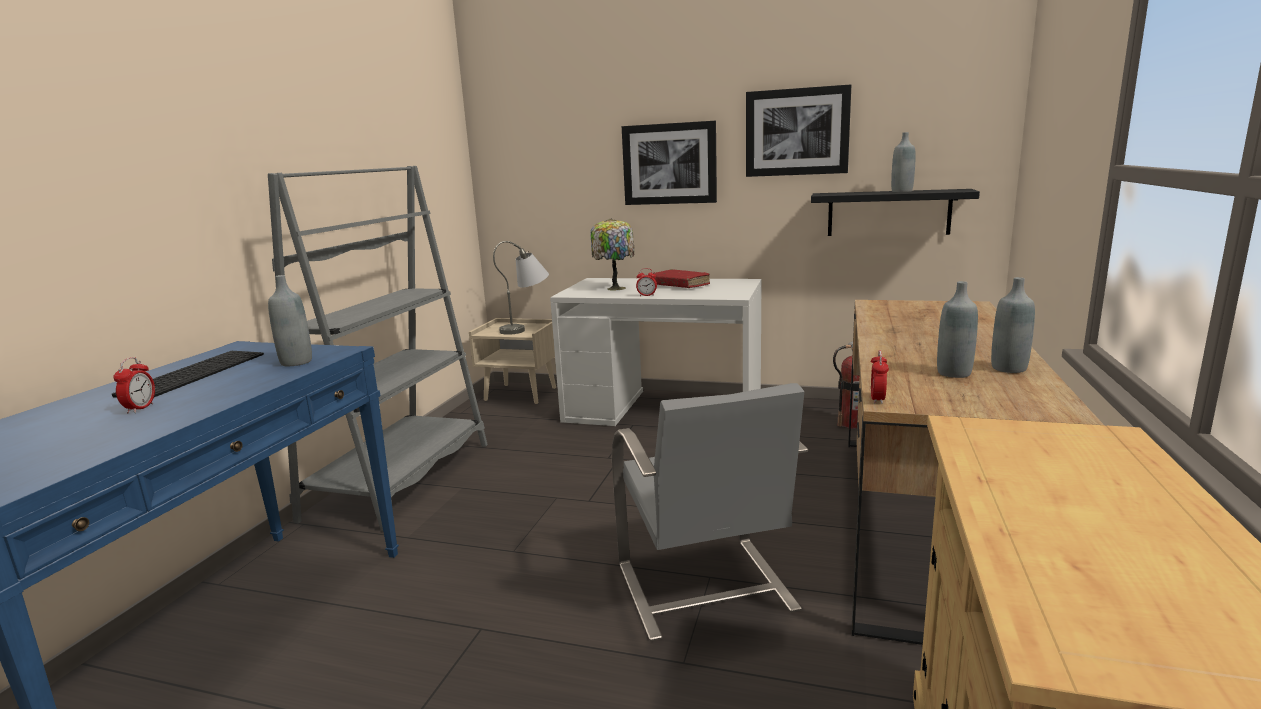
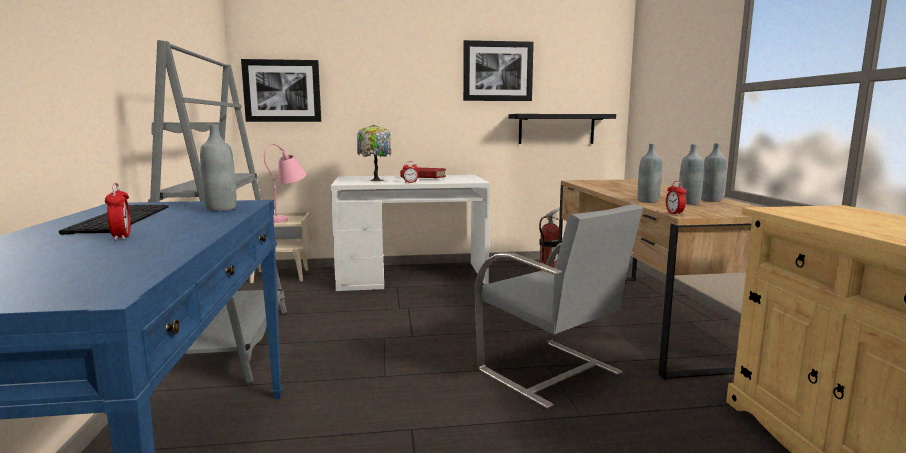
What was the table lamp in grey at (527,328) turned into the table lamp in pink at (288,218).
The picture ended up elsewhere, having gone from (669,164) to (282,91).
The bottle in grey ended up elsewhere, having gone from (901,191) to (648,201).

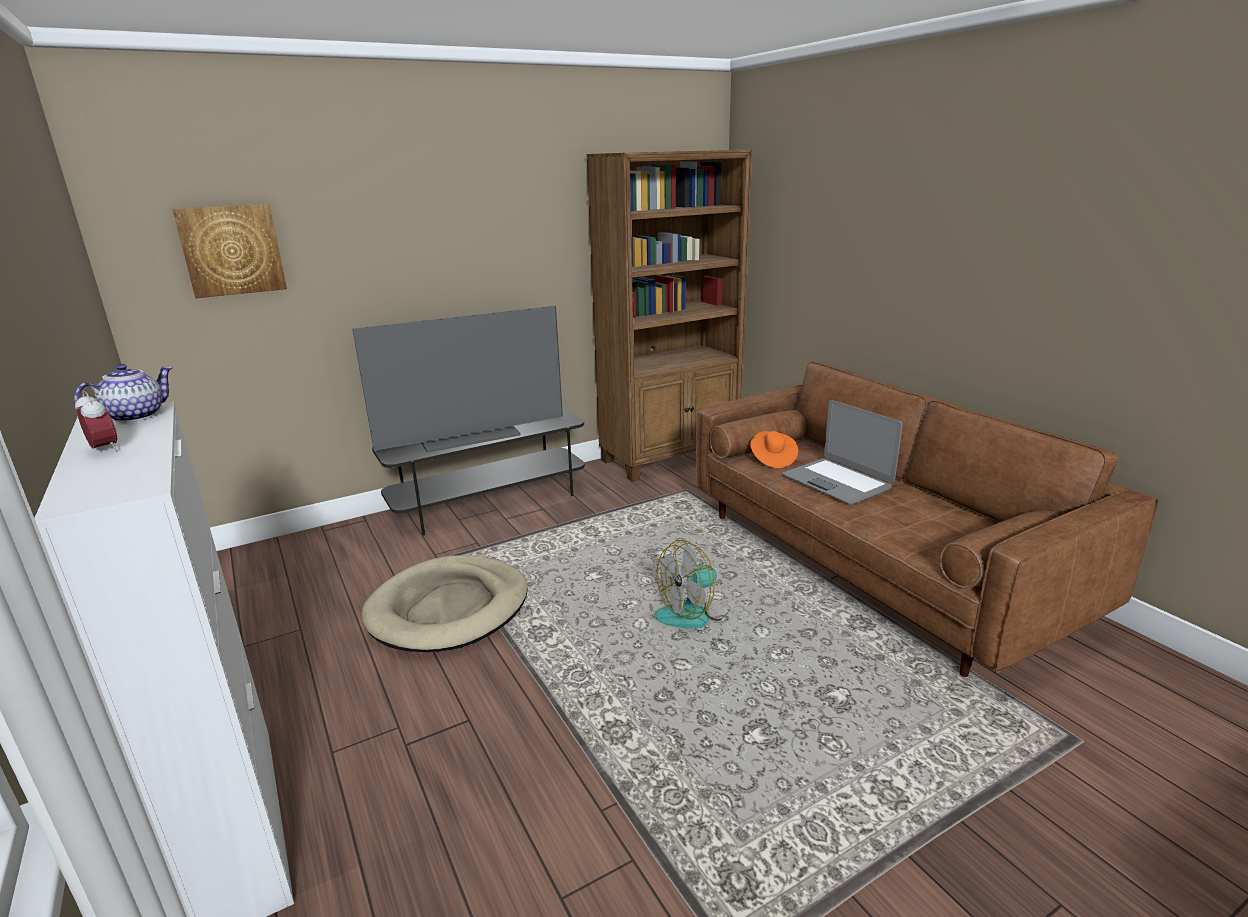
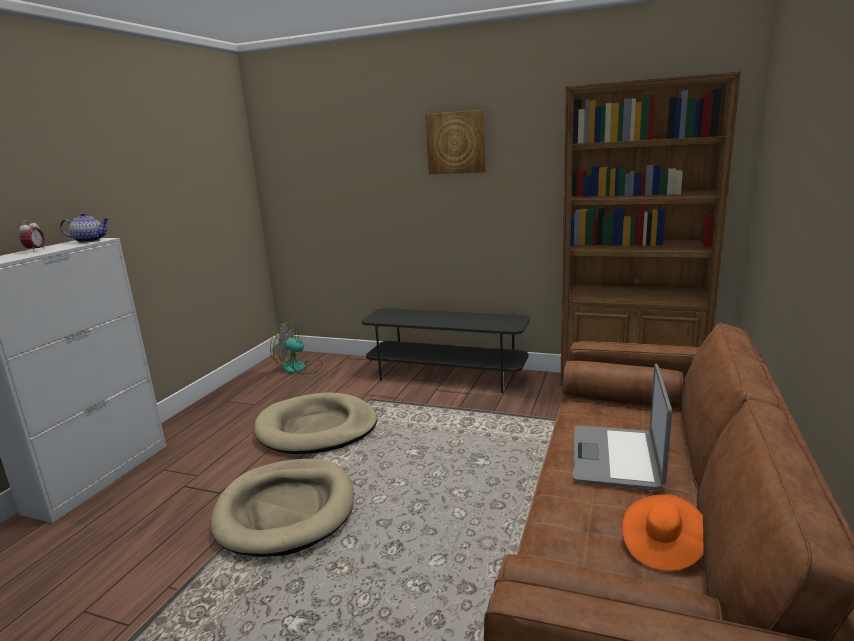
The picture ended up elsewhere, having gone from (232,250) to (456,142).
The second view lost the television at (470,436).
The fan ended up elsewhere, having gone from (693,614) to (299,368).
The hat in orange ended up elsewhere, having gone from (772,459) to (662,546).
The second view gained the dog bed in beige at (286,510).

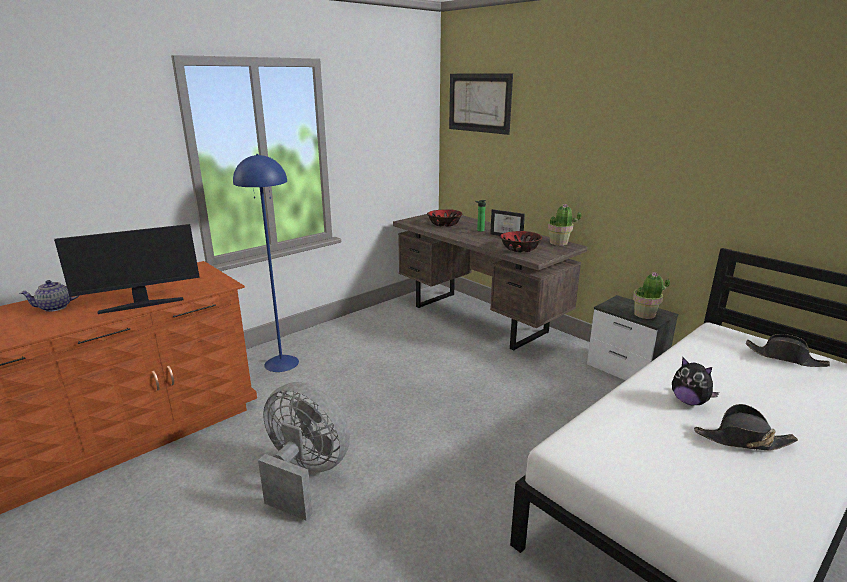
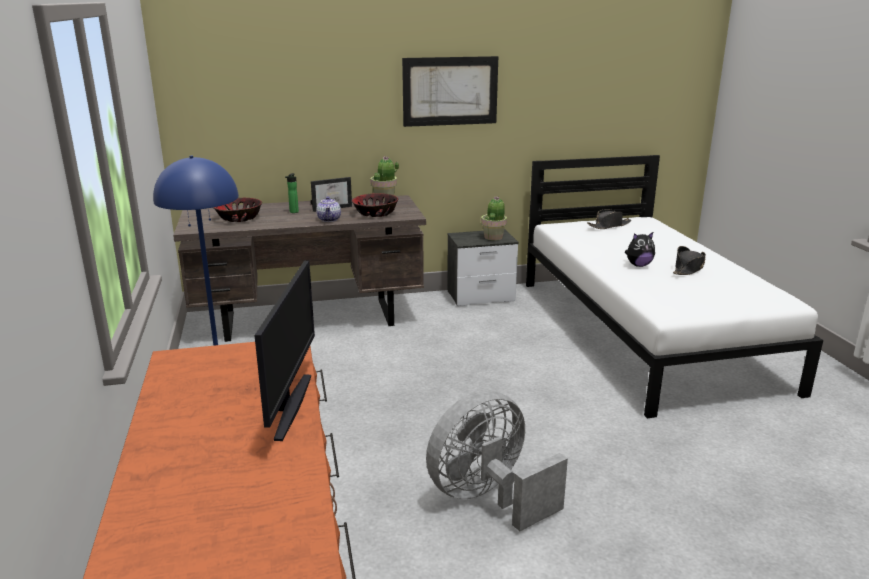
The teapot ended up elsewhere, having gone from (56,307) to (329,219).
The picture ended up elsewhere, having gone from (479,103) to (450,91).

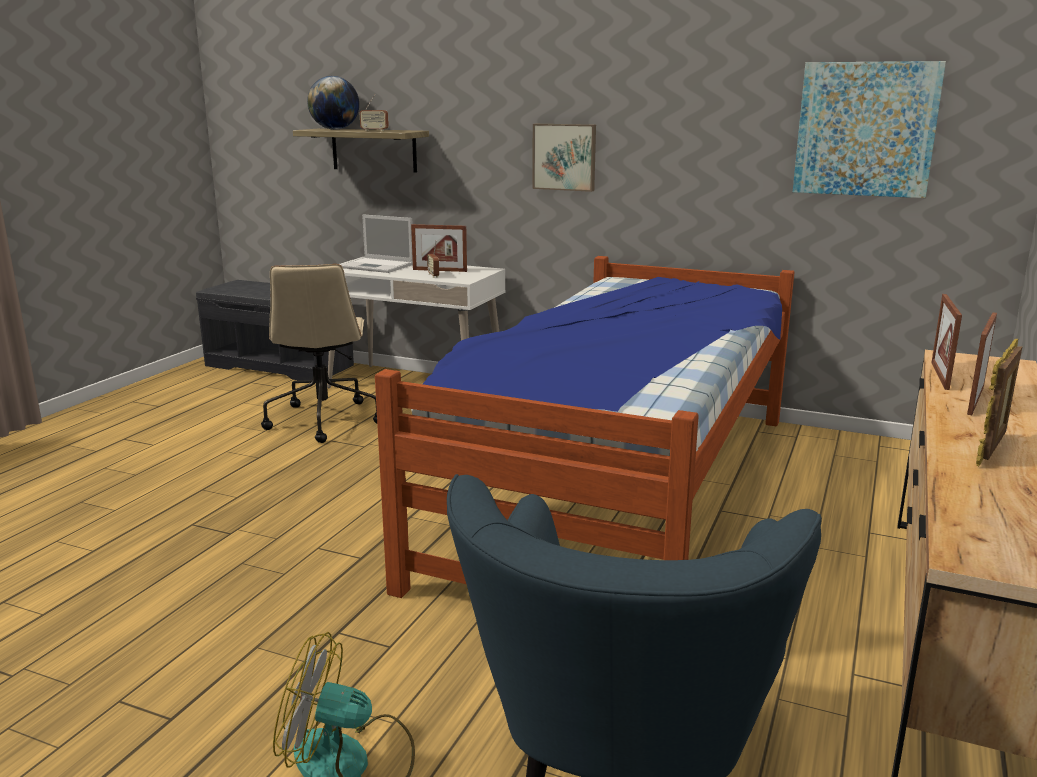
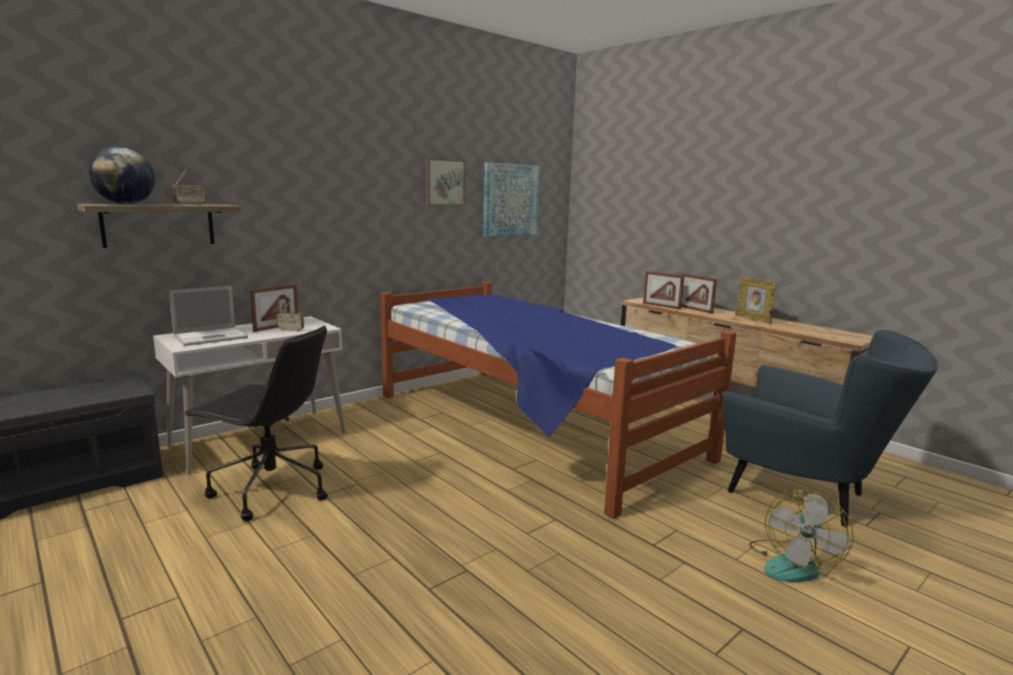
What was the office chair in beige at (324,420) turned into the office chair in black at (270,489).
The picture ended up elsewhere, having gone from (564,157) to (444,182).

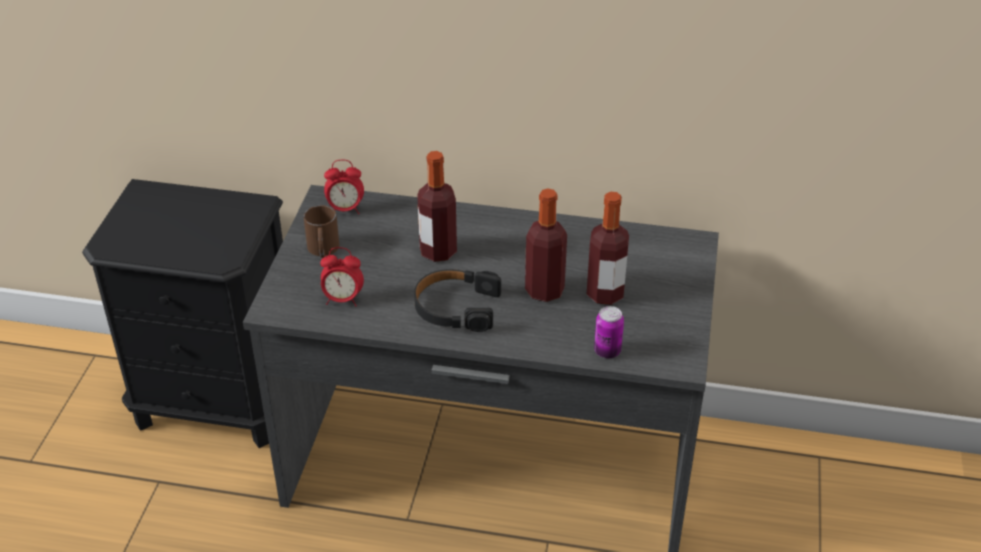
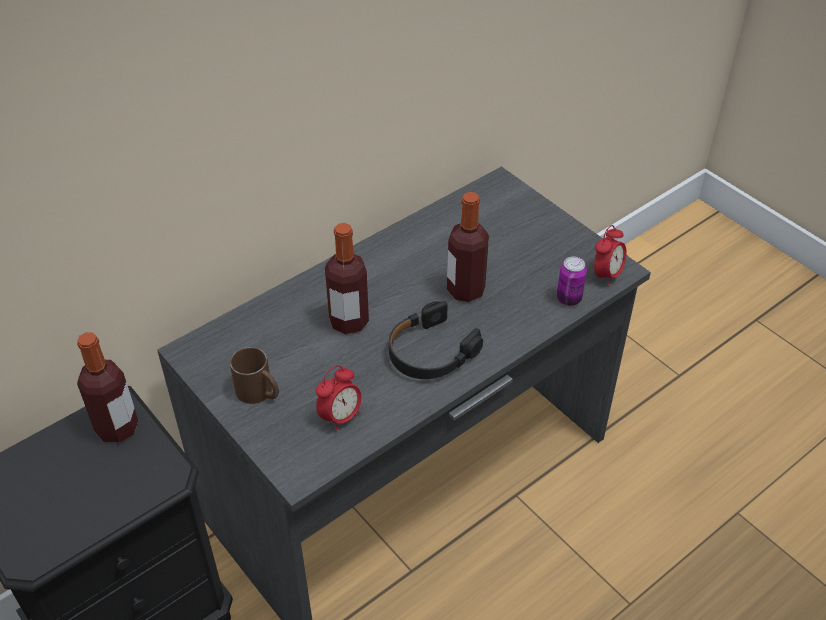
The alarm clock ended up elsewhere, having gone from (345,209) to (606,275).
The bottle ended up elsewhere, having gone from (605,293) to (117,428).

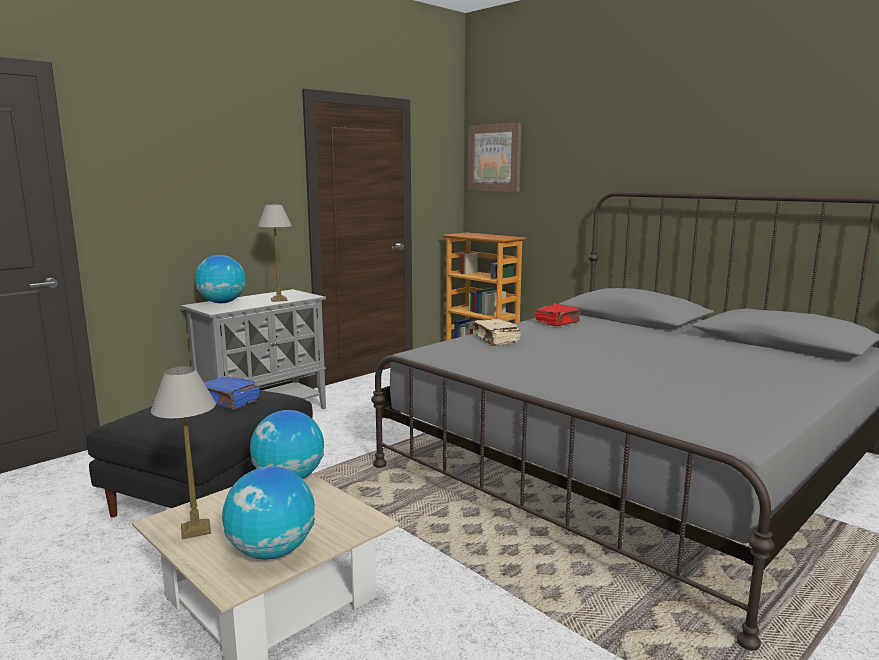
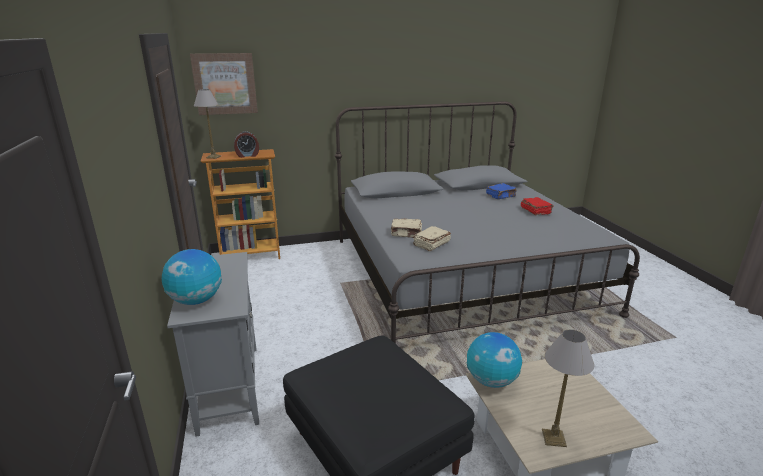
The book in blue ended up elsewhere, having gone from (230,402) to (501,196).
The second view lost the globe at (271,552).
The table lamp ended up elsewhere, having gone from (279,300) to (214,157).
The book in red ended up elsewhere, having gone from (558,323) to (535,211).
The second view gained the alarm clock at (247,155).
The second view gained the book in beige at (431,244).

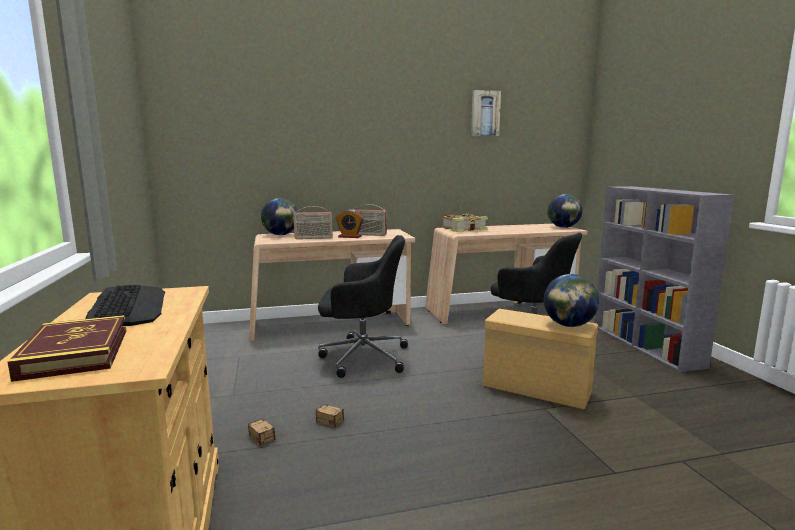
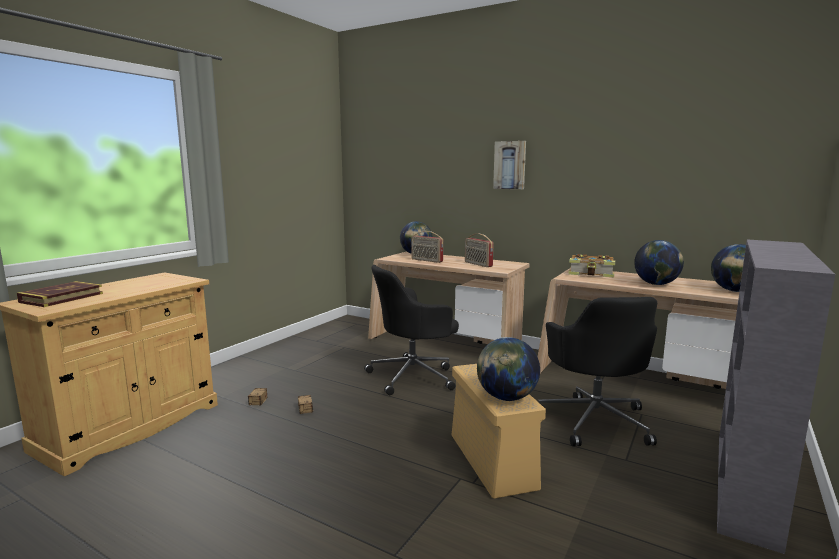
The second view lost the keyboard at (128,307).
The office chair in black at (362,357) ended up facing another way, 105 degrees clockwise from before.
The second view lost the alarm clock at (350,237).
The picture ended up elsewhere, having gone from (485,113) to (510,165).
The second view gained the globe at (656,284).

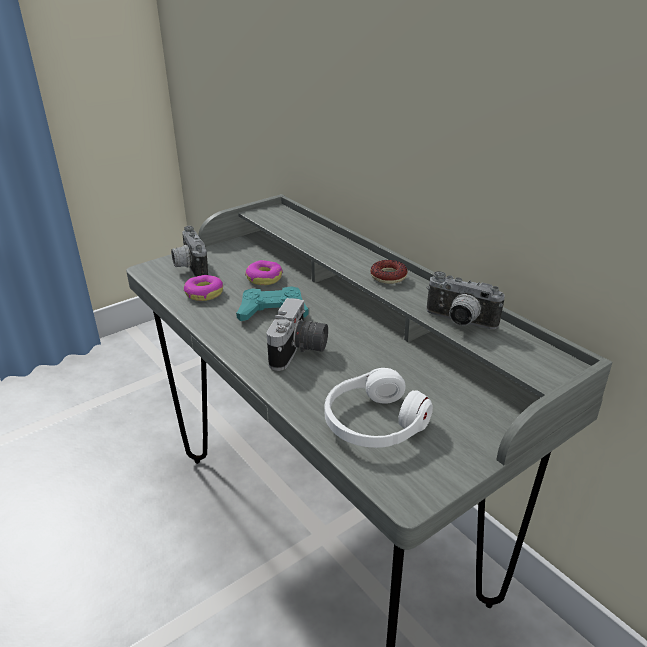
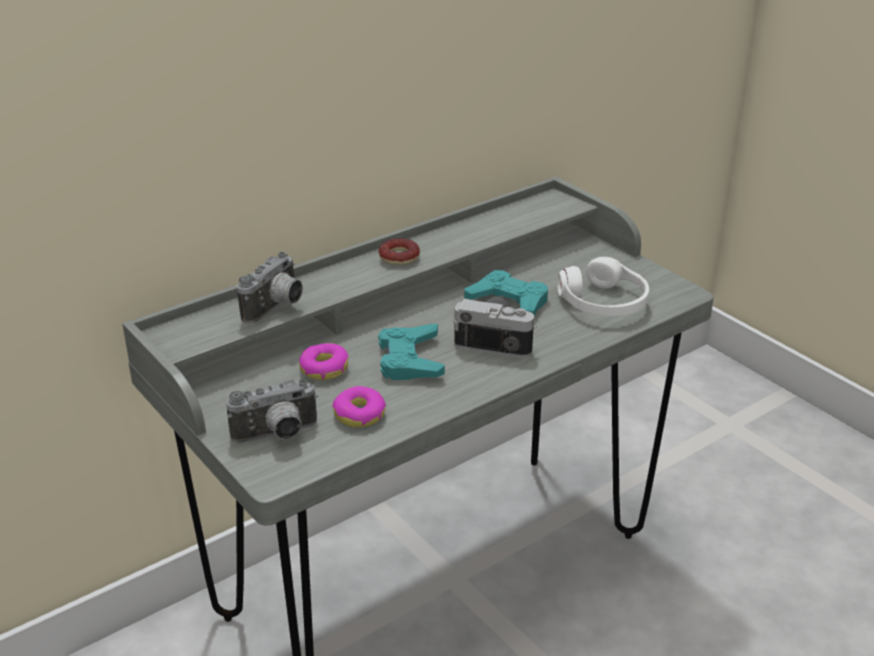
The photo camera ended up elsewhere, having gone from (459,322) to (277,308).
The second view gained the game controller in turquoise at (509,301).

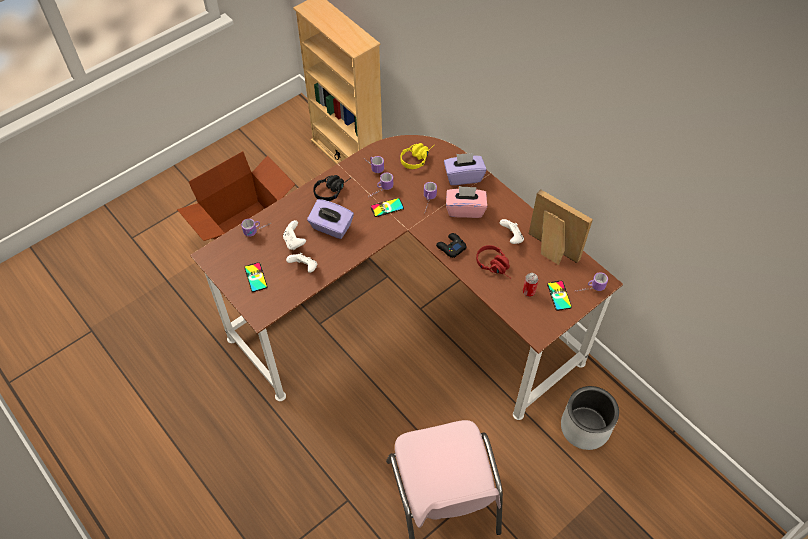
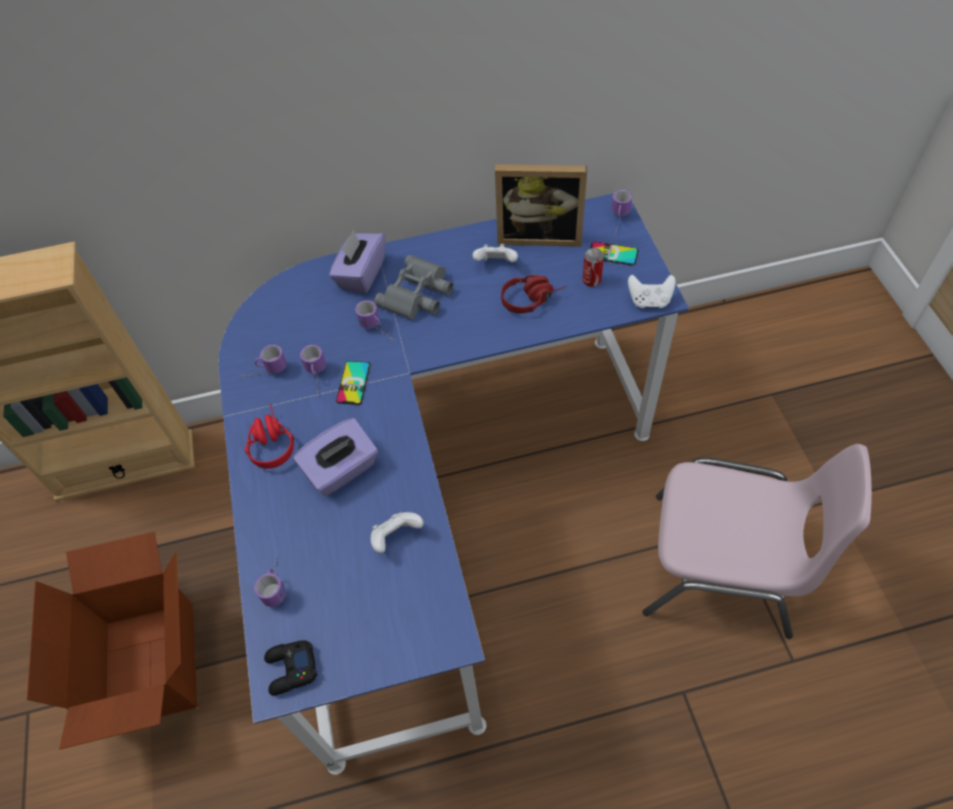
What was the desk in brown at (407,316) turned into the desk in blue at (437,498).
The second view lost the phone at (255,277).
The game controller in white ended up elsewhere, having gone from (294,242) to (649,301).
What was the headphones in black at (332,190) turned into the headphones in red at (270,441).
The second view lost the headphones in yellow at (417,158).
The game controller in black ended up elsewhere, having gone from (451,247) to (291,669).
Where the tissue box in pink stood at (465,209), the binoculars in grey came to stand at (418,294).
The picture frame at (550,250) ended up facing another way, 150 degrees counterclockwise from before.
The second view lost the planter in grey at (584,427).

